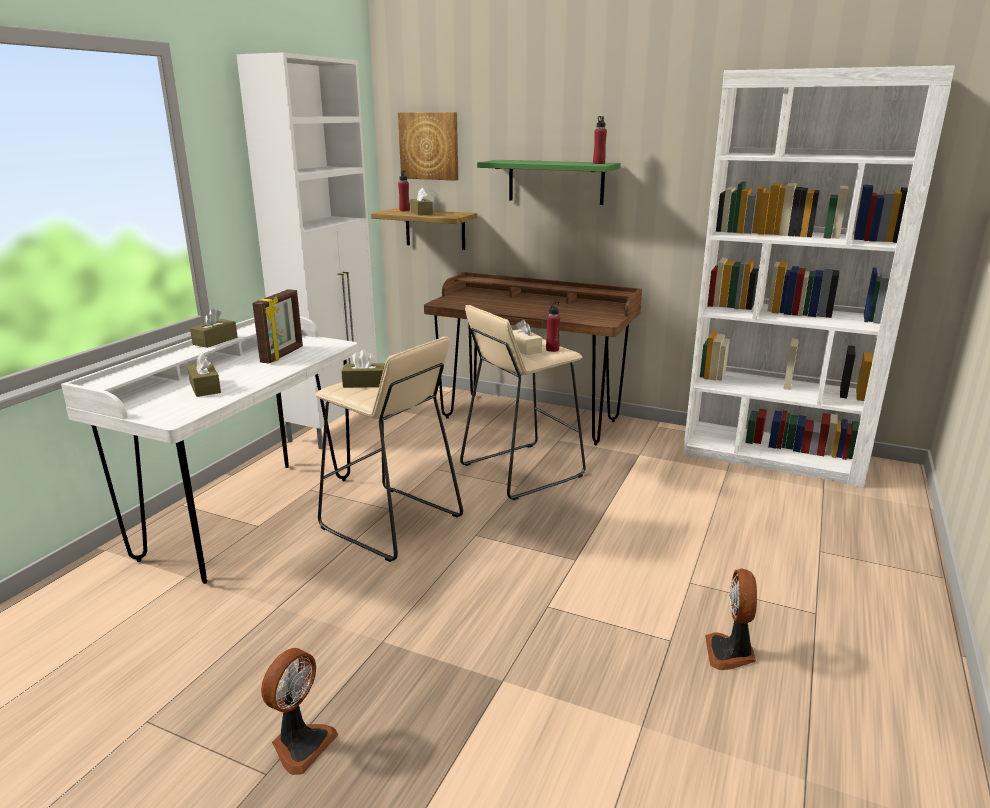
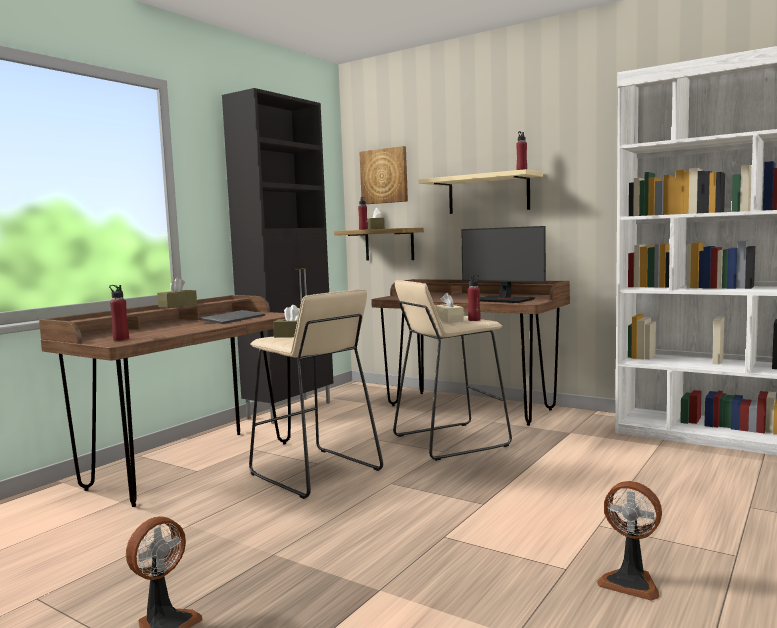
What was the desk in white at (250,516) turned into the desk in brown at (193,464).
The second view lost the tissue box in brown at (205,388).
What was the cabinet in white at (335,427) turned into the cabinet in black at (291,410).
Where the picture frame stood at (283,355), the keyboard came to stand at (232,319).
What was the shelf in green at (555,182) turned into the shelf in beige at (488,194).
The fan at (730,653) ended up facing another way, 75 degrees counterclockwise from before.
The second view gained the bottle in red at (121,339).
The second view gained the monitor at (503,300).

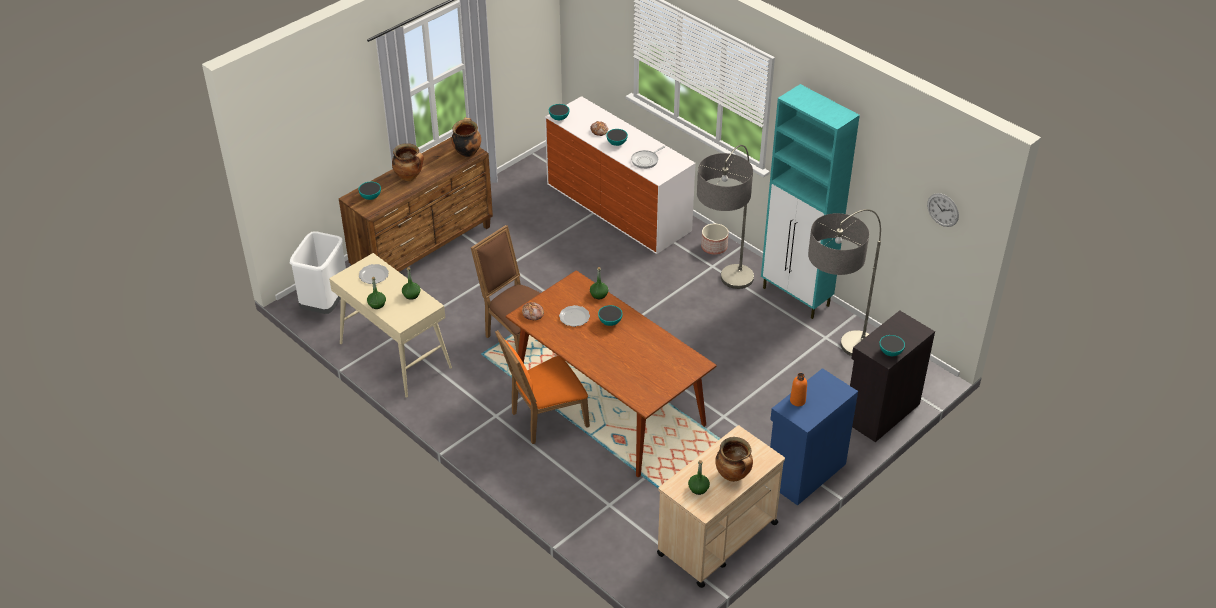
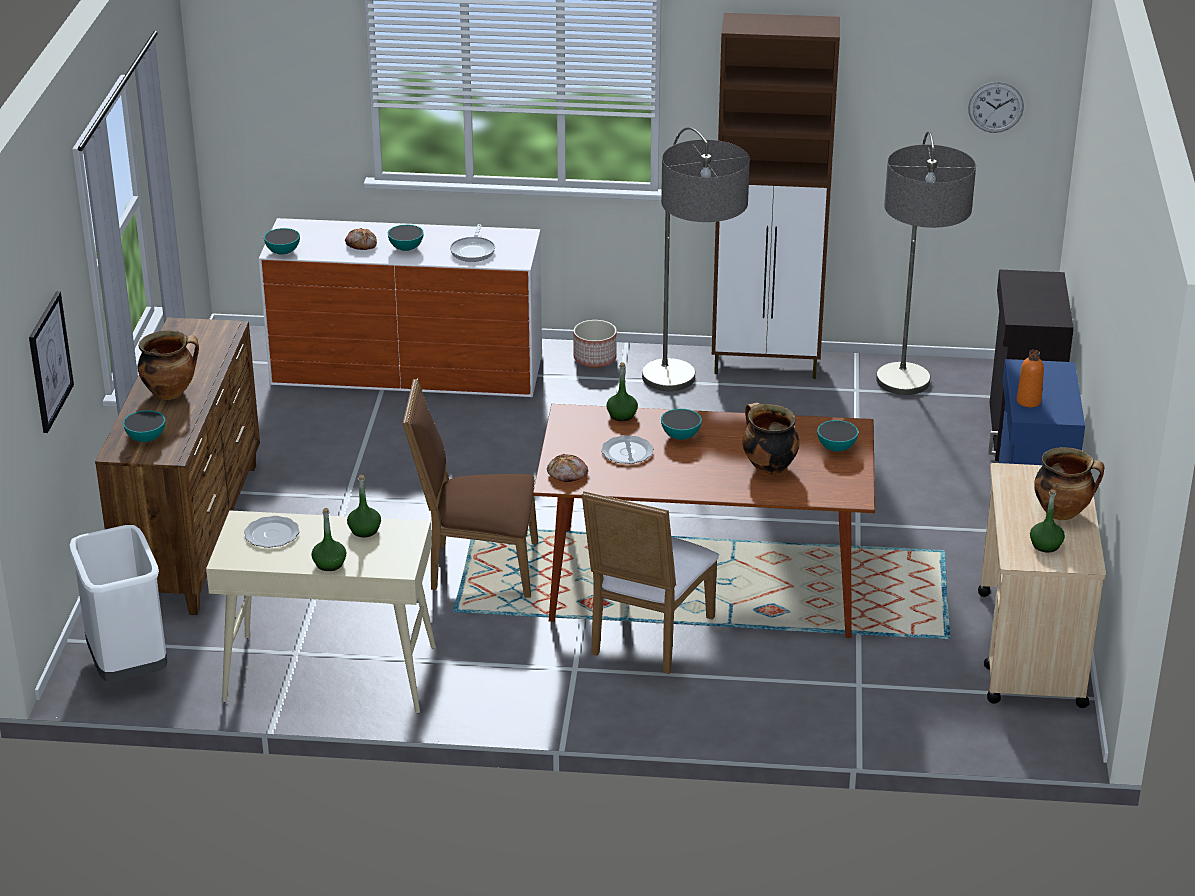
The cooking pot ended up elsewhere, having gone from (467,152) to (767,467).
What was the chair in orange at (545,419) turned into the chair in white at (646,639).
What was the cabinet in turquoise at (796,297) turned into the cabinet in brown at (767,366).
The bowl ended up elsewhere, having gone from (890,352) to (836,448).
The second view gained the picture at (49,361).

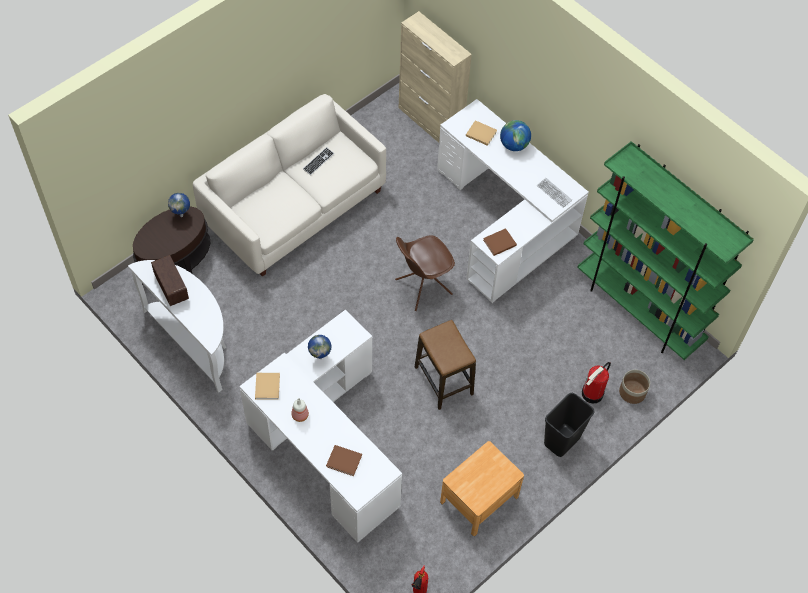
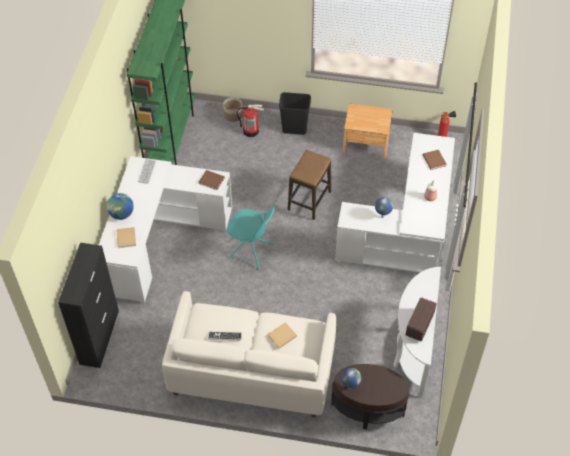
The book in beige ended up elsewhere, having gone from (267,385) to (281,336).
What was the chair in brown at (422,287) turned into the chair in turquoise at (252,252).
What was the cabinet in beige at (430,123) turned into the cabinet in black at (99,337).

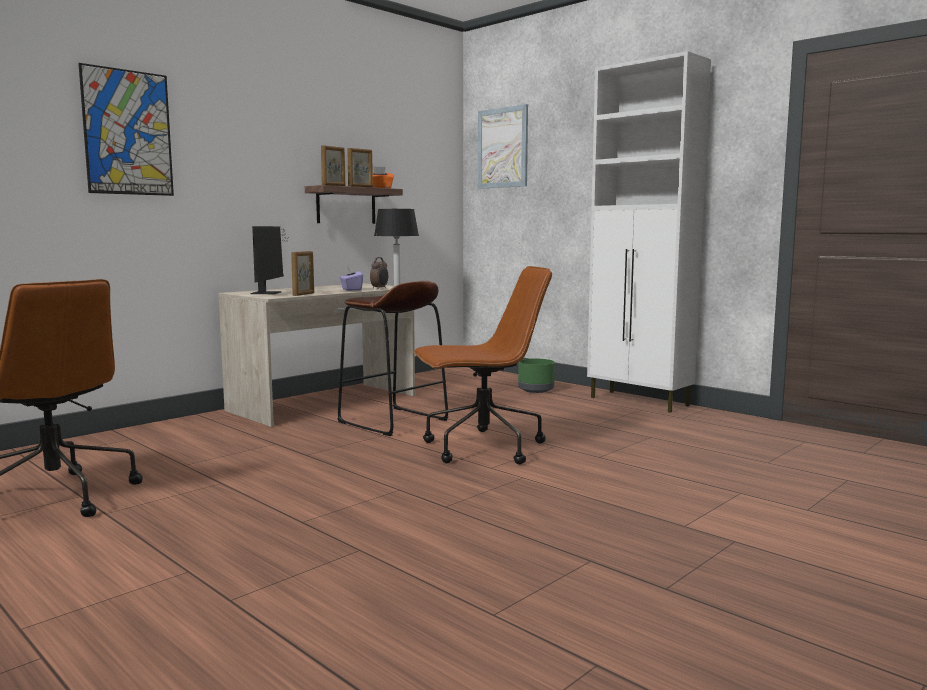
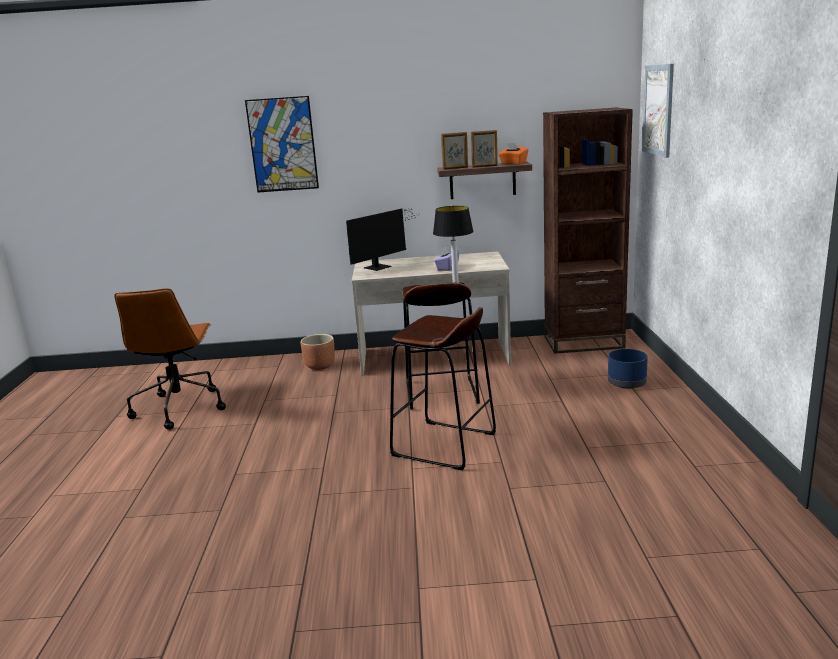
The second view lost the picture frame at (304,294).
The second view lost the alarm clock at (380,288).
Where the office chair in brown stood at (482,448), the stool in brown came to stand at (444,445).
What was the planter in green at (536,390) turned into the planter in blue at (627,383).
The second view lost the cabinet in white at (640,402).
The second view gained the planter in brown at (319,366).
The second view gained the bookcase in brown at (583,342).

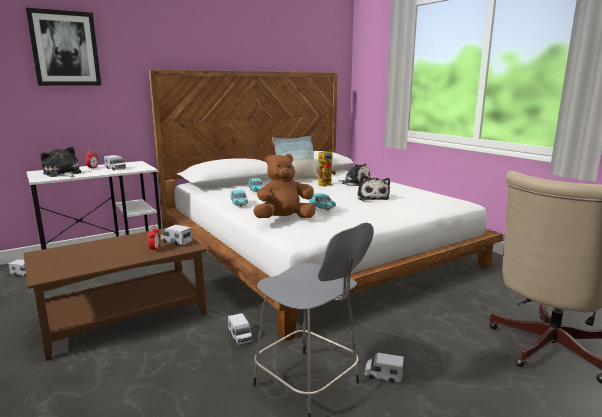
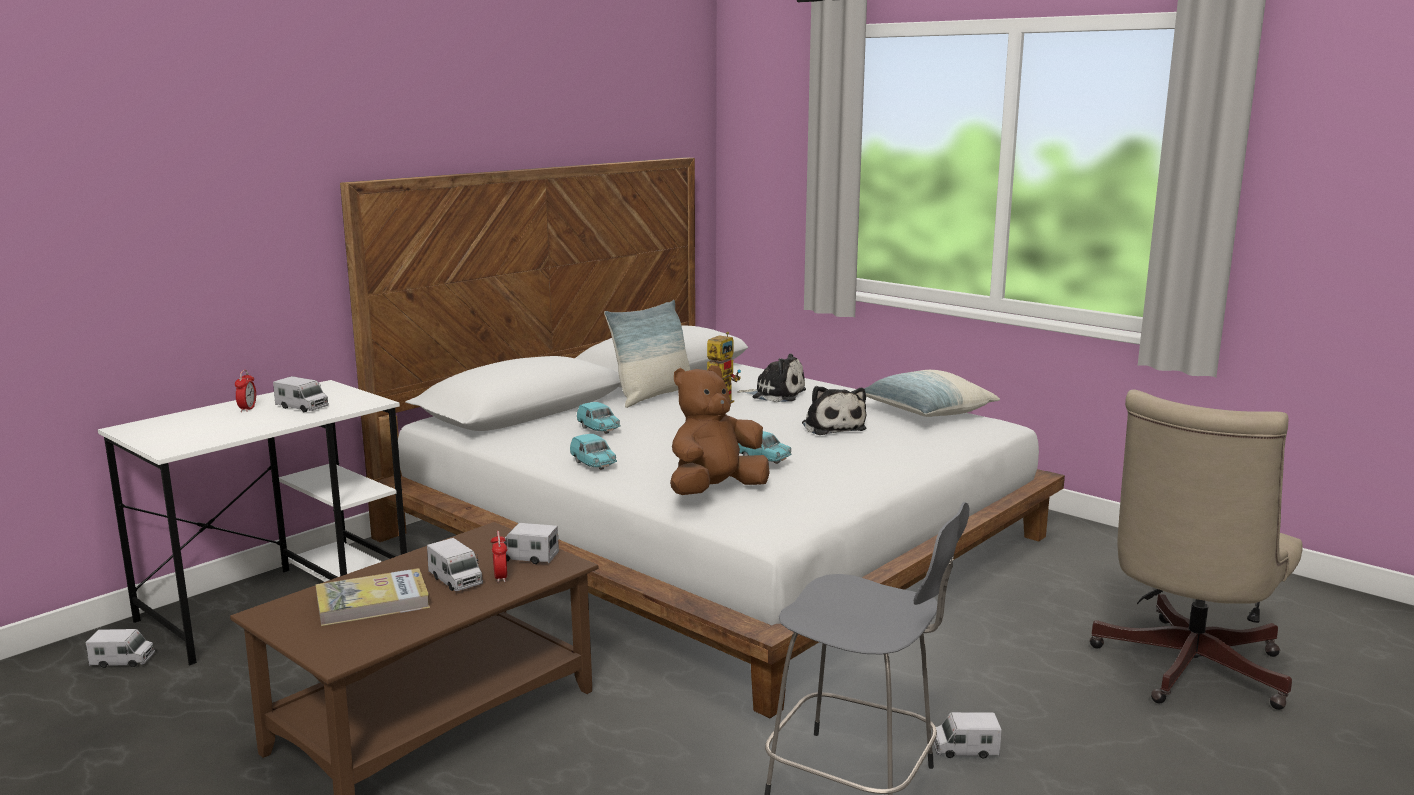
The second view lost the picture at (65,48).
The second view lost the plush toy at (63,174).
The toy truck ended up elsewhere, having gone from (240,336) to (455,580).
The second view gained the book at (372,602).
The second view gained the pillow at (926,413).

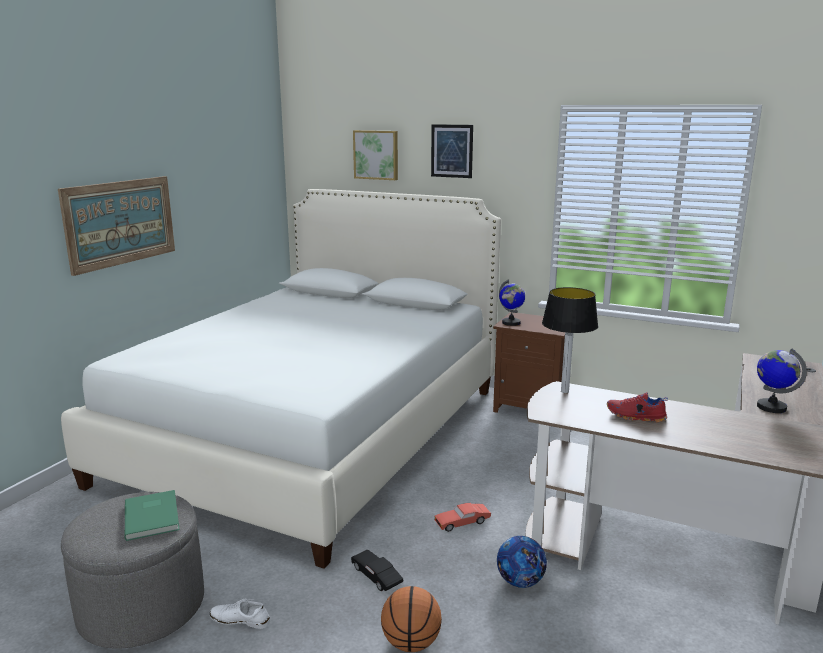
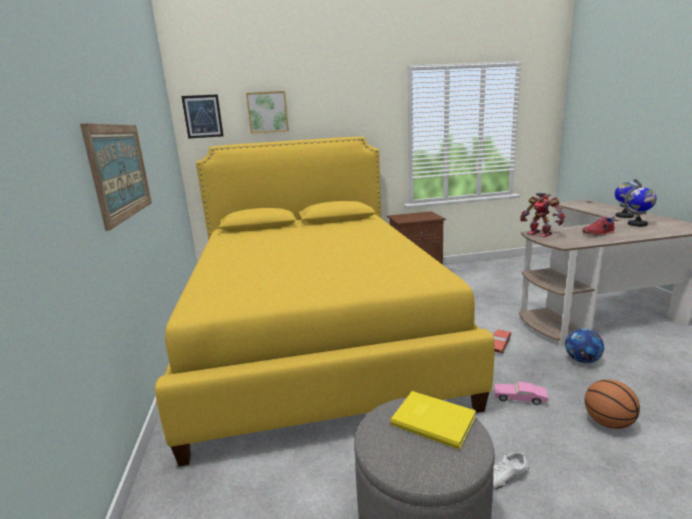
What was the bed in white at (315,433) turned into the bed in yellow at (315,335).
What was the book in green at (153,516) turned into the book in yellow at (433,419).
What was the toy car in black at (376,577) turned into the toy car in pink at (520,398).
The picture ended up elsewhere, having gone from (451,151) to (203,116).
The globe ended up elsewhere, having gone from (511,323) to (637,224).
Where the table lamp stood at (565,391), the toy robot came to stand at (540,234).

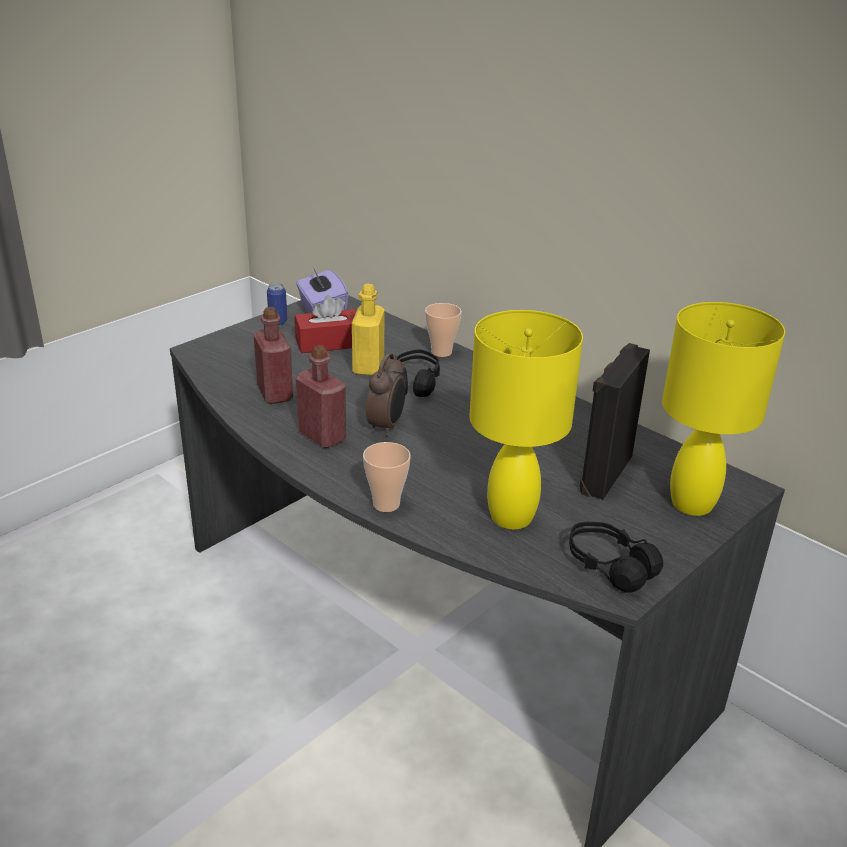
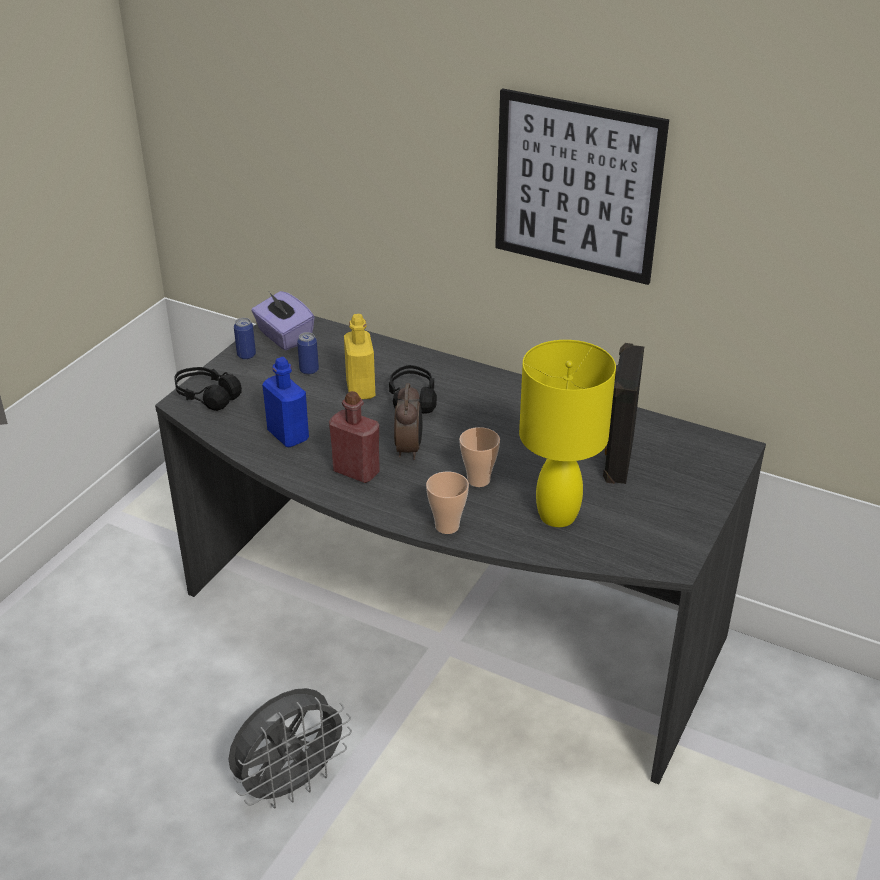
What was the bottle in red at (275,393) turned into the bottle in blue at (288,435).
Where the tissue box in red stood at (328,343), the can came to stand at (309,370).
The cup ended up elsewhere, having gone from (441,352) to (478,480).
The headphones in black ended up elsewhere, having gone from (609,567) to (206,397).
The second view lost the table lamp in yellow at (690,504).
The second view gained the fan in grey at (291,784).
The second view gained the picture at (577,187).

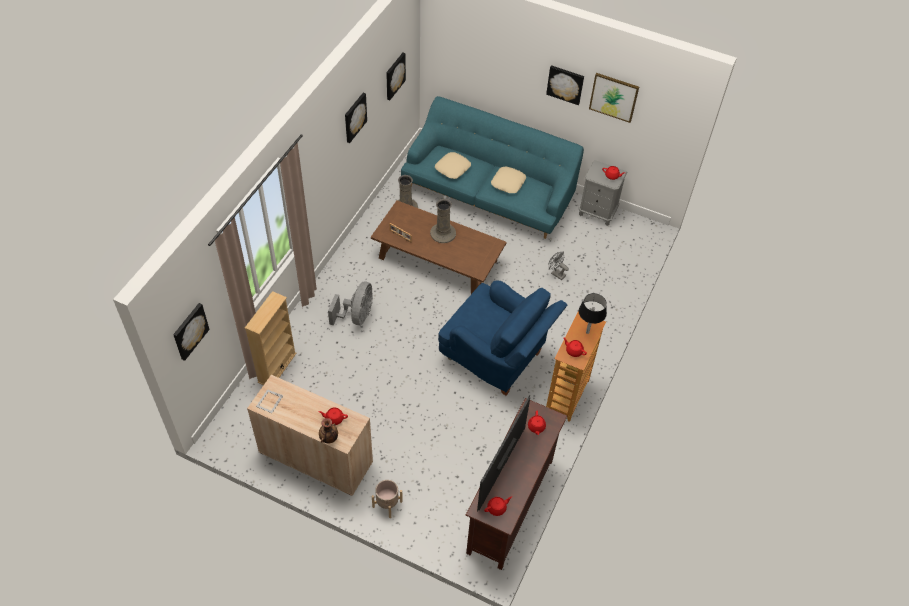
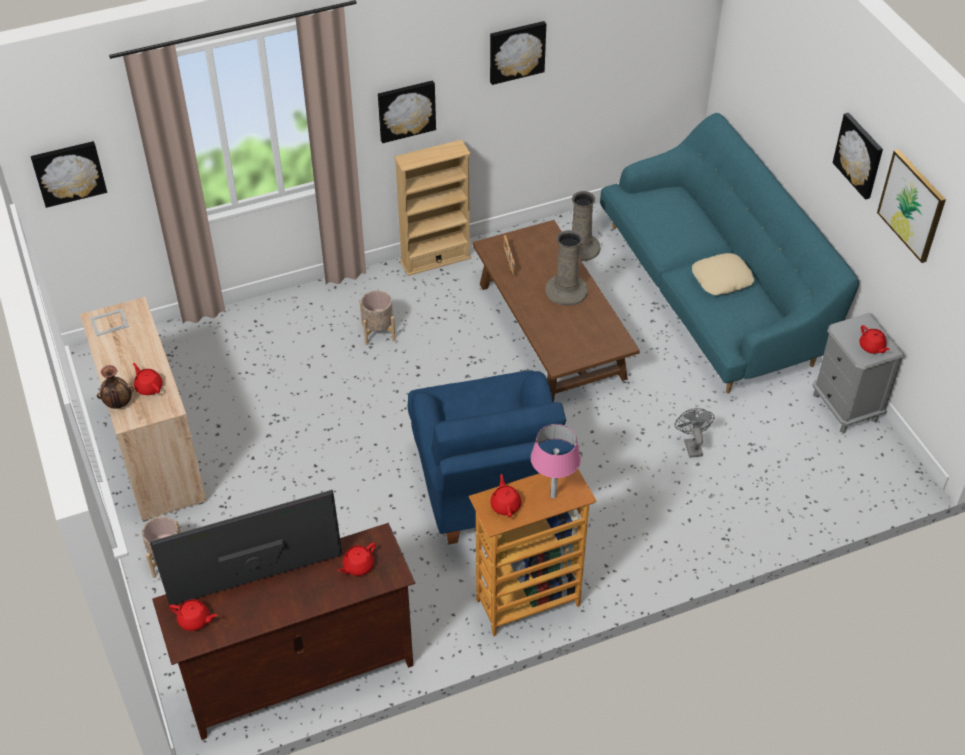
The bookcase in beige ended up elsewhere, having gone from (277,367) to (435,259).
Where the fan in grey stood at (356,316), the planter in beige came to stand at (378,332).
The picture ended up elsewhere, having gone from (394,75) to (406,110).
The second view lost the pillow in beige at (453,168).
What was the table lamp in black at (587,332) turned into the table lamp in pink at (553,496).

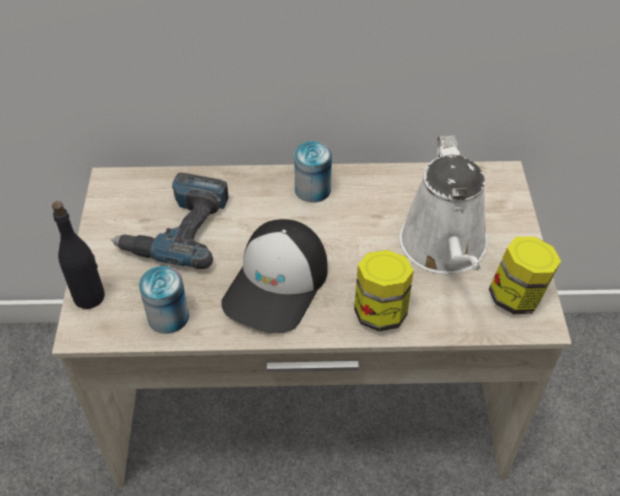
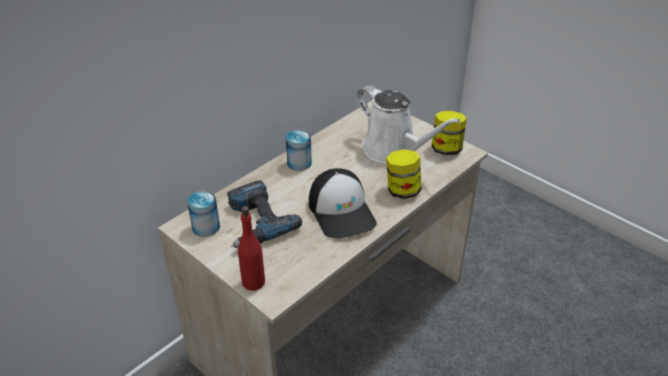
What was the bottle in black at (90,296) turned into the bottle in red at (253,282).
The can ended up elsewhere, having gone from (168,316) to (206,227).

